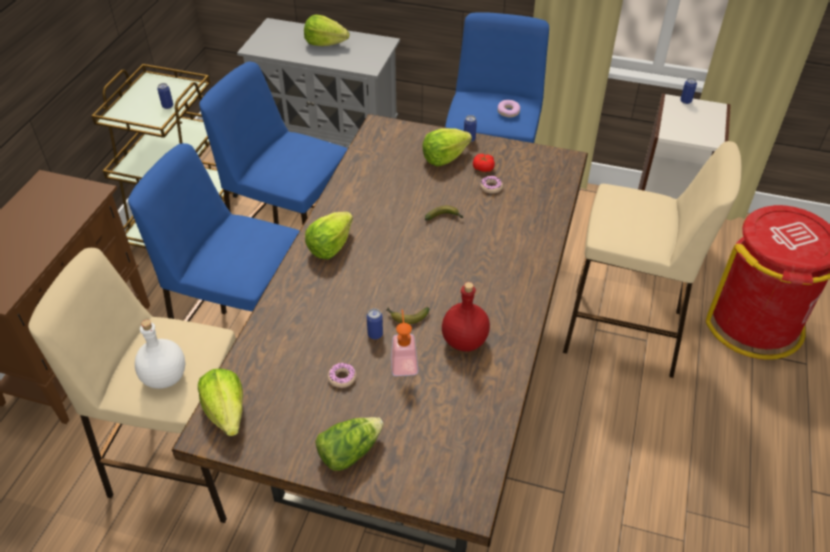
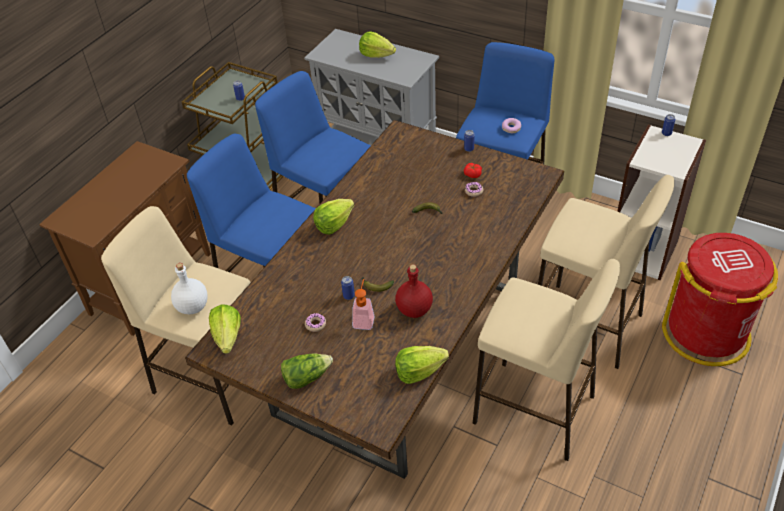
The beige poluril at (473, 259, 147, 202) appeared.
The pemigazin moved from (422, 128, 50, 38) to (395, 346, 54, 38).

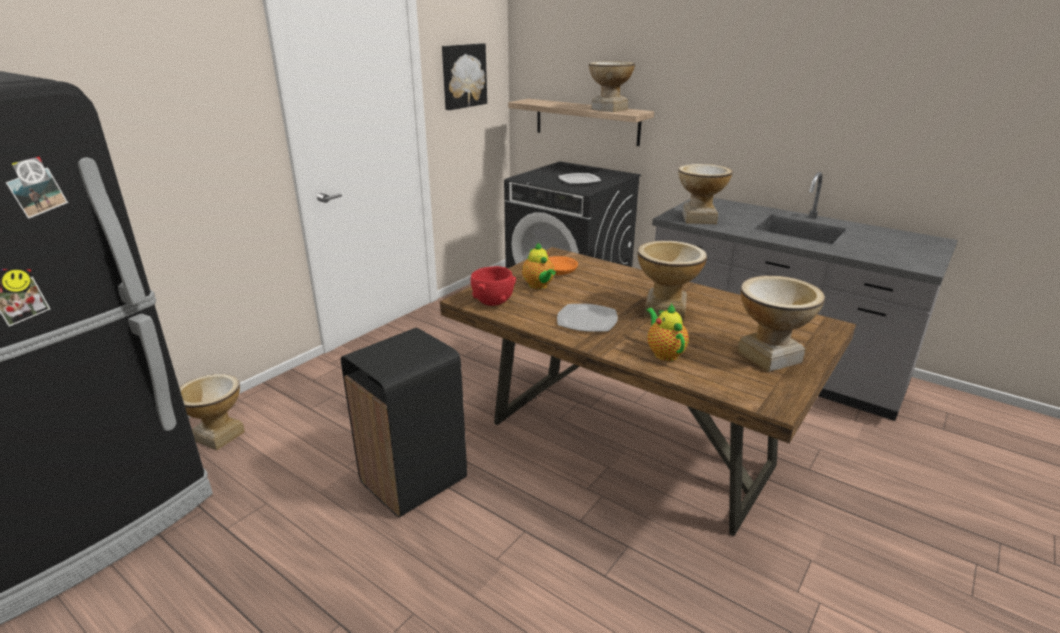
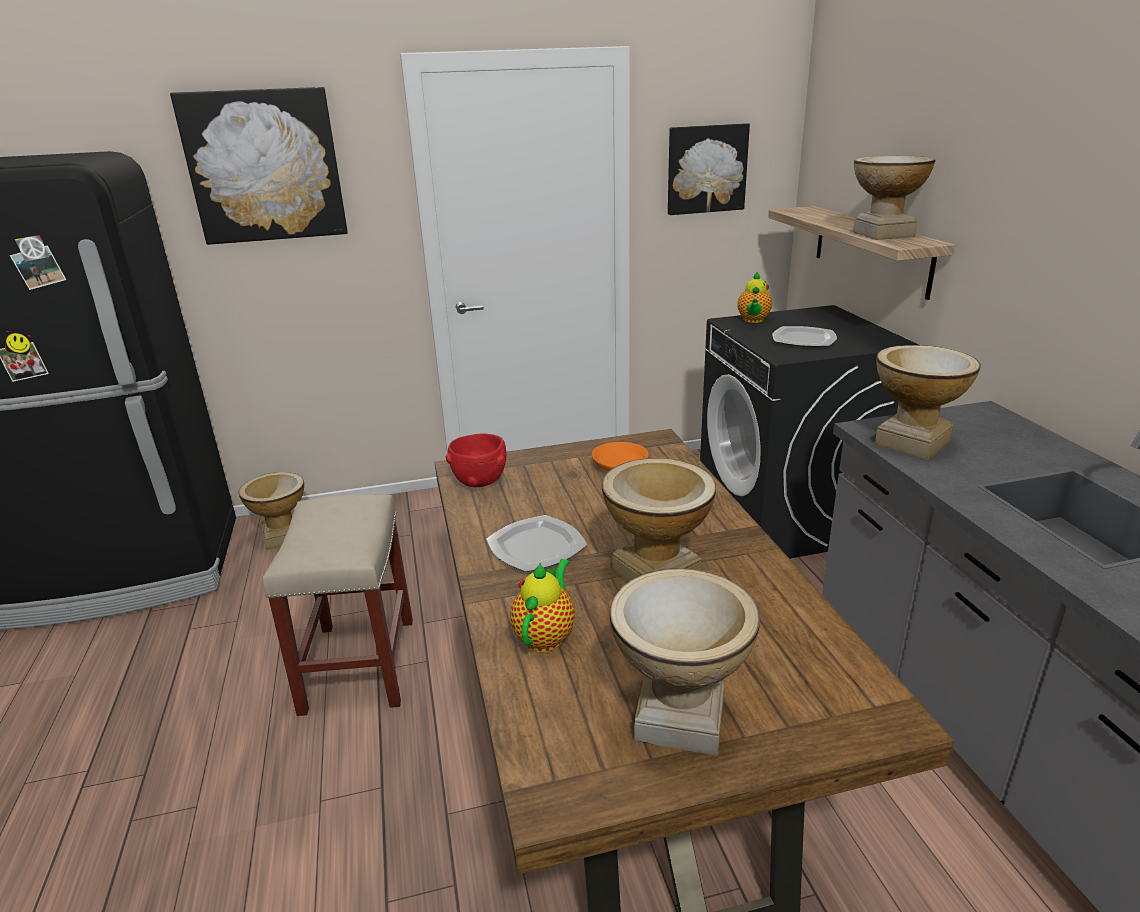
The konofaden at (170, 87, 178, 158) appeared.
The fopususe moved from (522, 243, 34, 46) to (737, 272, 35, 51).
The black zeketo at (341, 328, 126, 189) was replaced by the beige poluril at (263, 494, 150, 222).

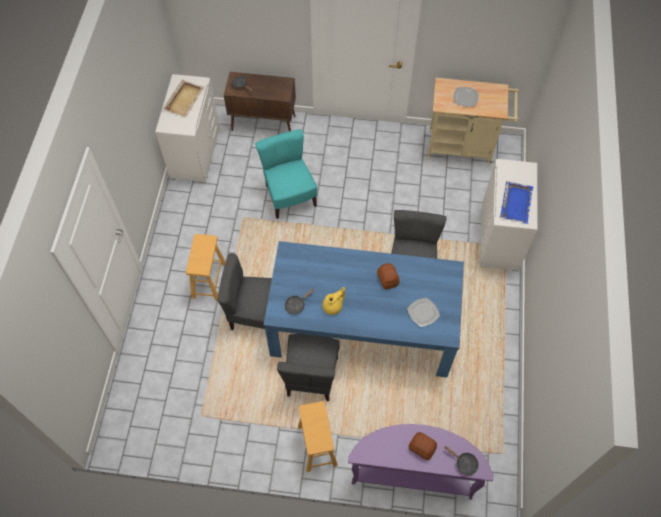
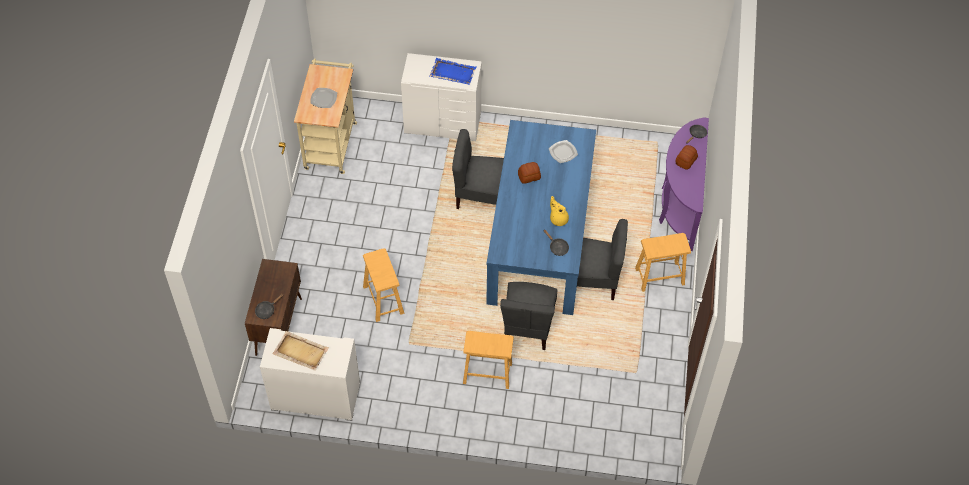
The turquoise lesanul at (255, 129, 62, 90) was replaced by the brown poluril at (363, 248, 41, 74).

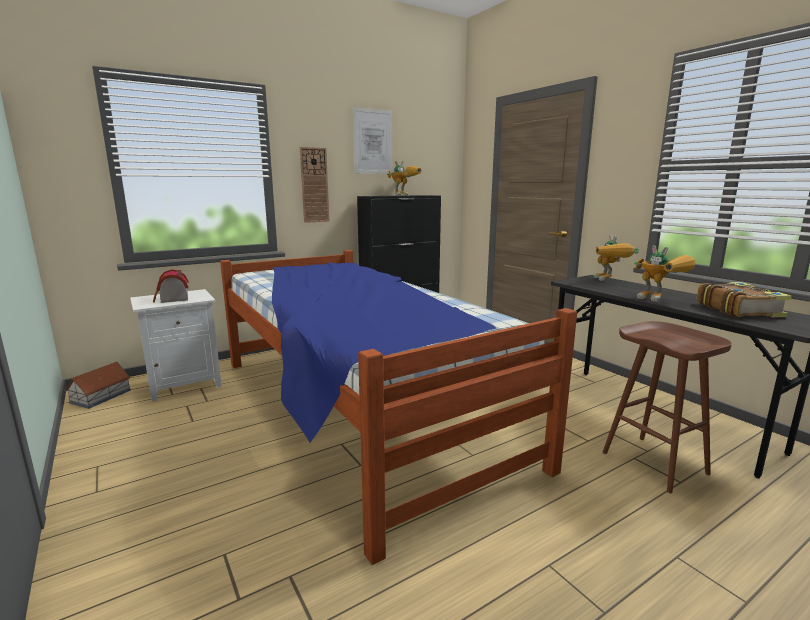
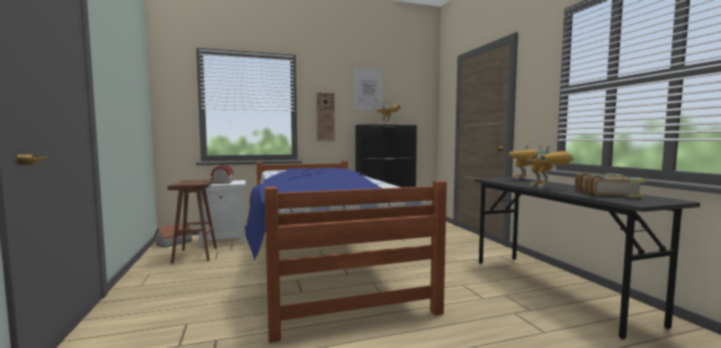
The brown poluril moved from (603, 321, 129, 172) to (167, 180, 50, 83).

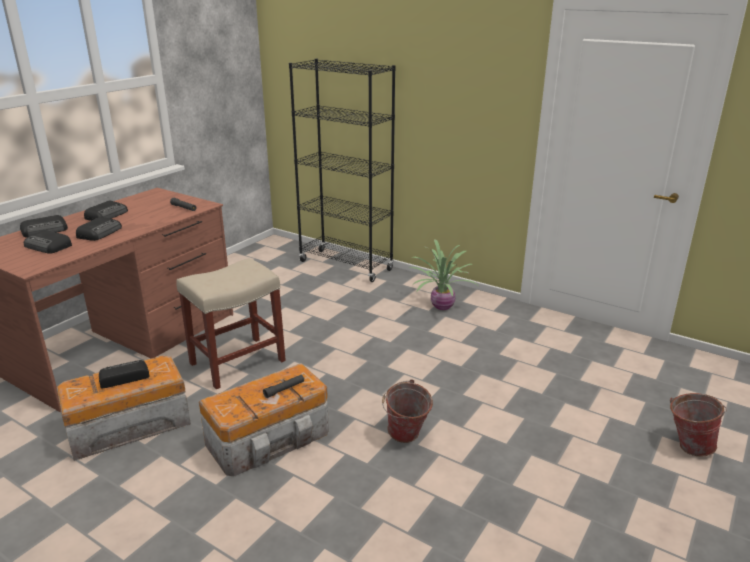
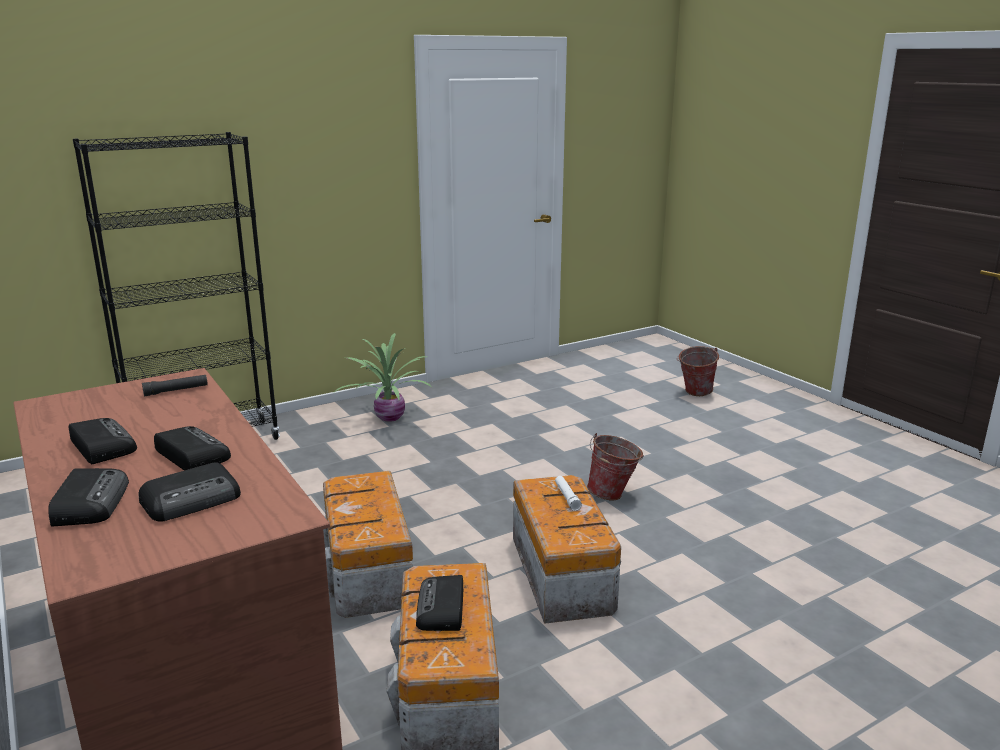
The beige poluril at (176, 258, 110, 131) was replaced by the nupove at (323, 471, 90, 147).
The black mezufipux at (263, 375, 41, 23) became the white mezufipux at (555, 476, 27, 35).

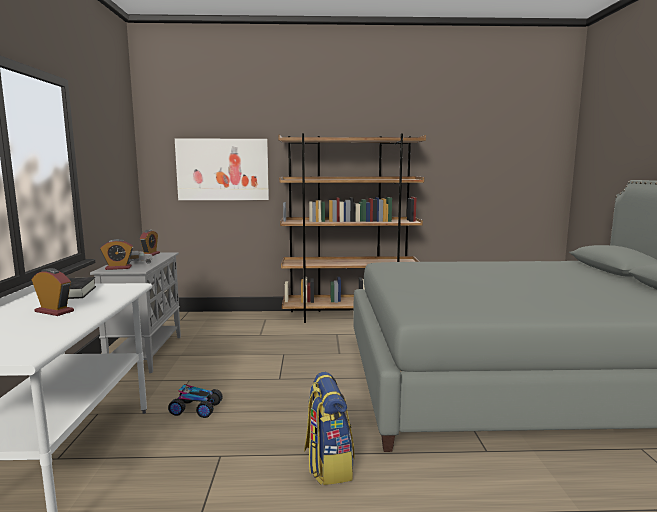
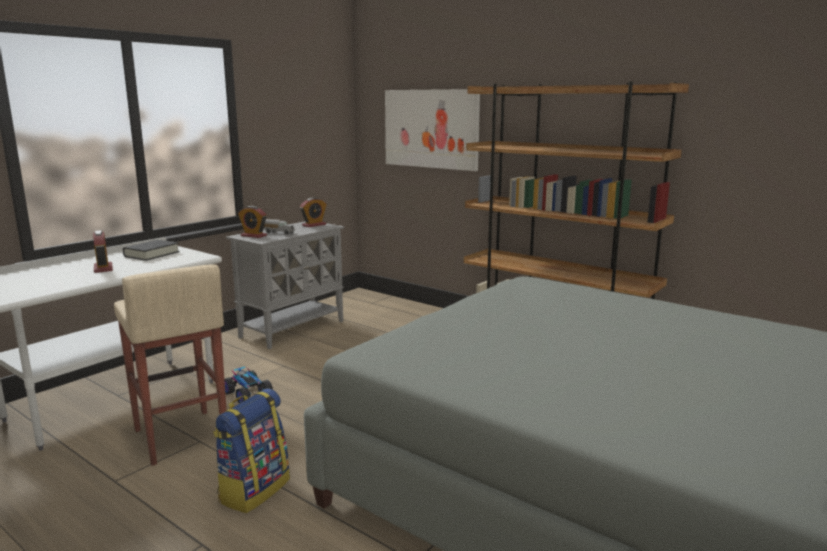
The beige poluril at (114, 264, 113, 202) appeared.

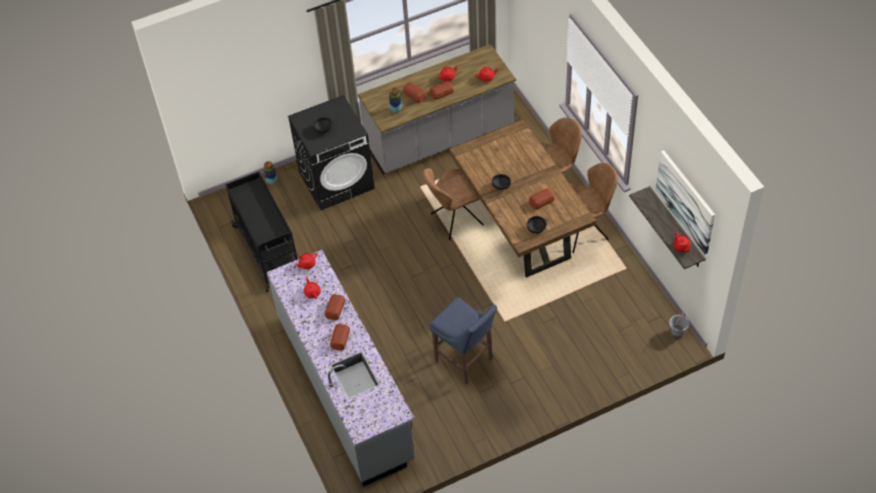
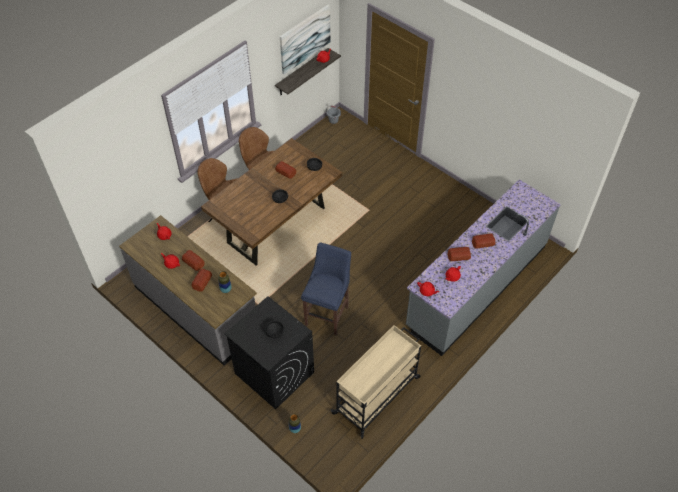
The brown lesanul at (422, 168, 62, 72) disappeared.
The blue poluril moved from (430, 297, 67, 88) to (301, 242, 50, 93).
The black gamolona at (225, 172, 73, 120) became the beige gamolona at (331, 325, 90, 114).

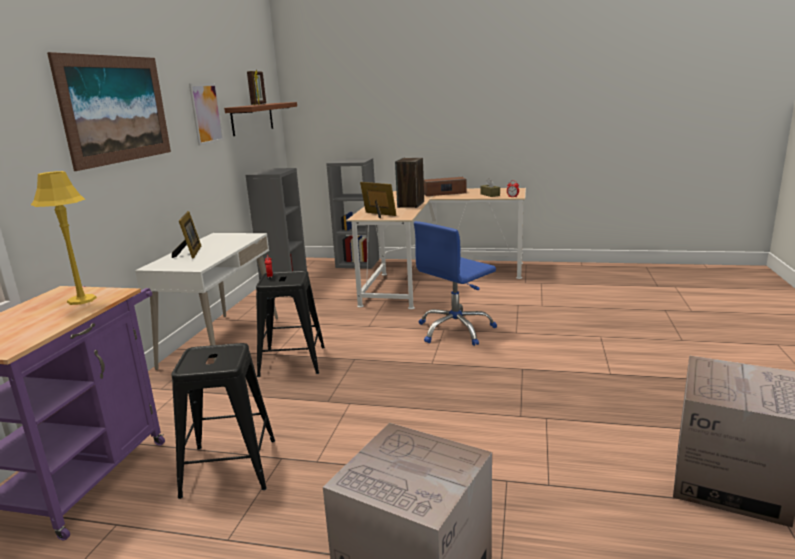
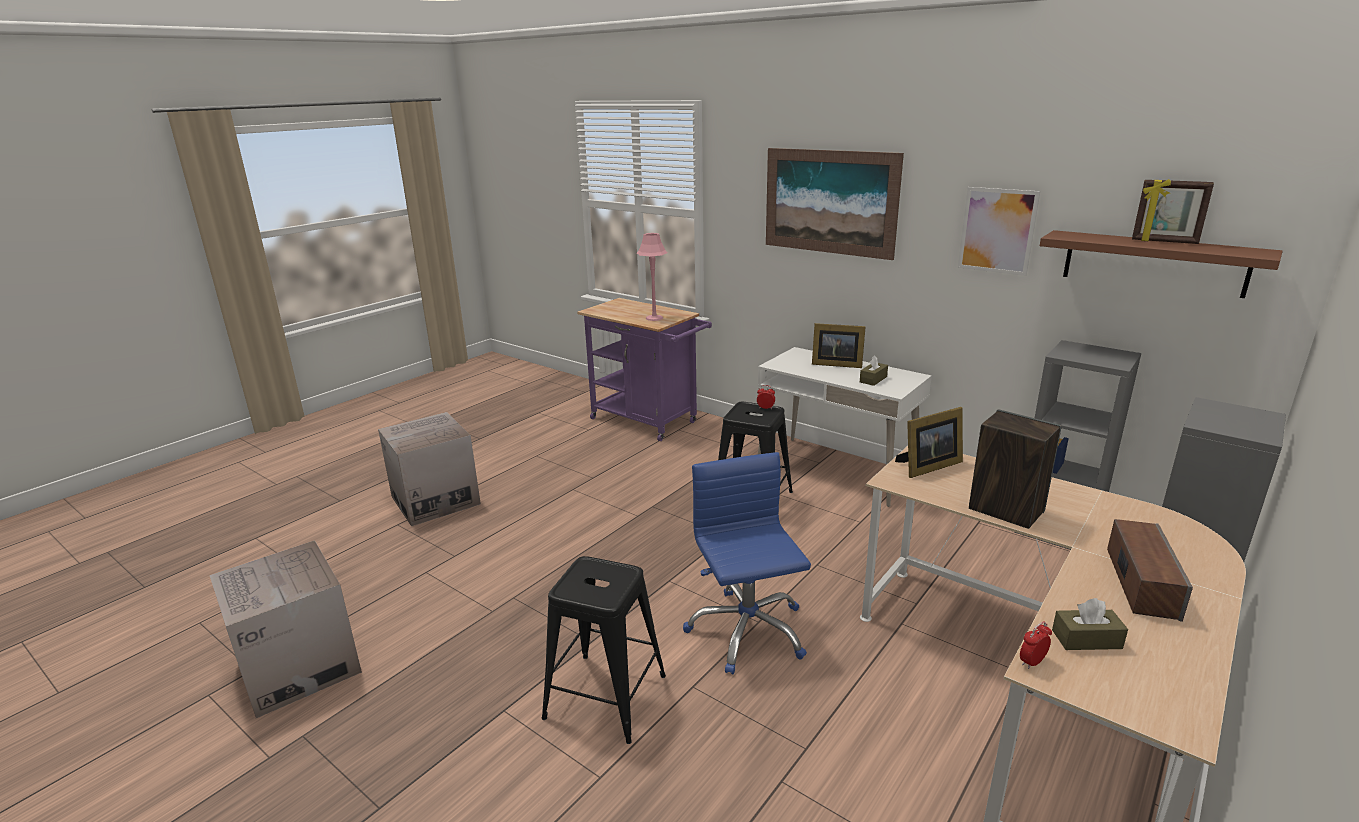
The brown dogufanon at (860, 355, 28, 31) appeared.
The black poluril moved from (172, 343, 103, 156) to (542, 556, 124, 188).
The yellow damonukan at (31, 171, 66, 134) became the pink damonukan at (637, 233, 30, 88).

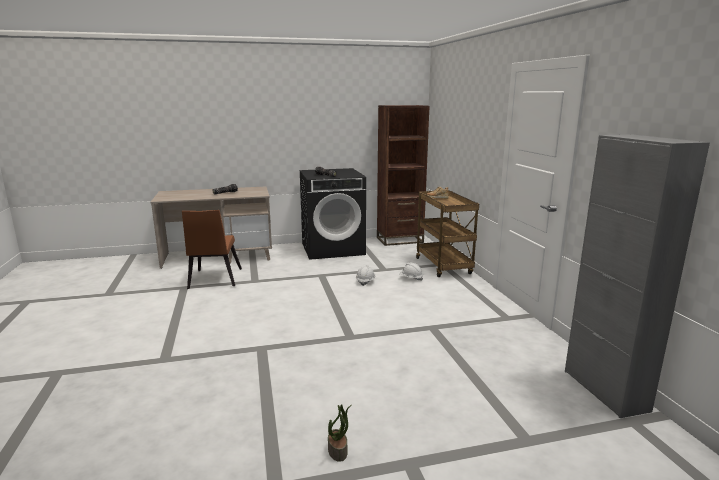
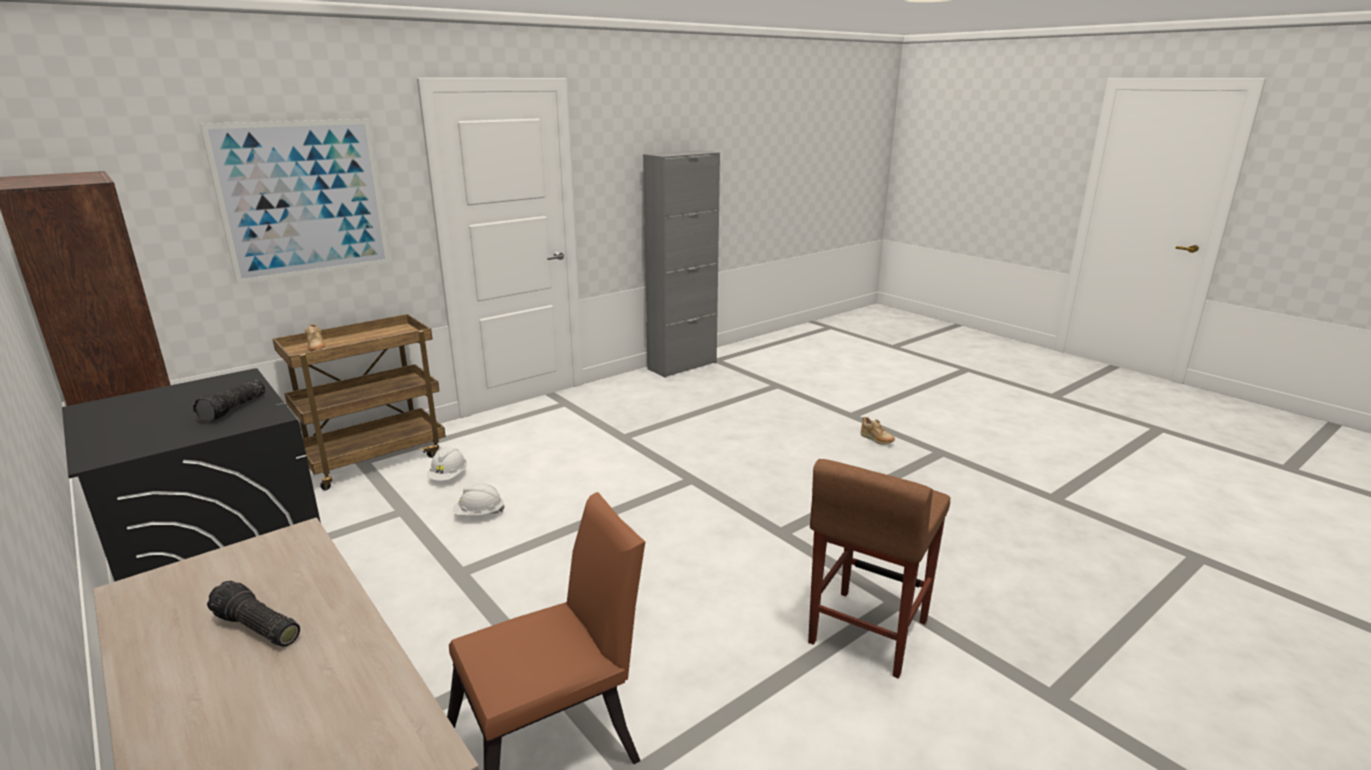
The konofaden at (200, 119, 190, 166) appeared.
The brown poluril at (808, 459, 142, 220) appeared.
The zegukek at (328, 404, 23, 58) was replaced by the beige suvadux at (861, 417, 34, 28).

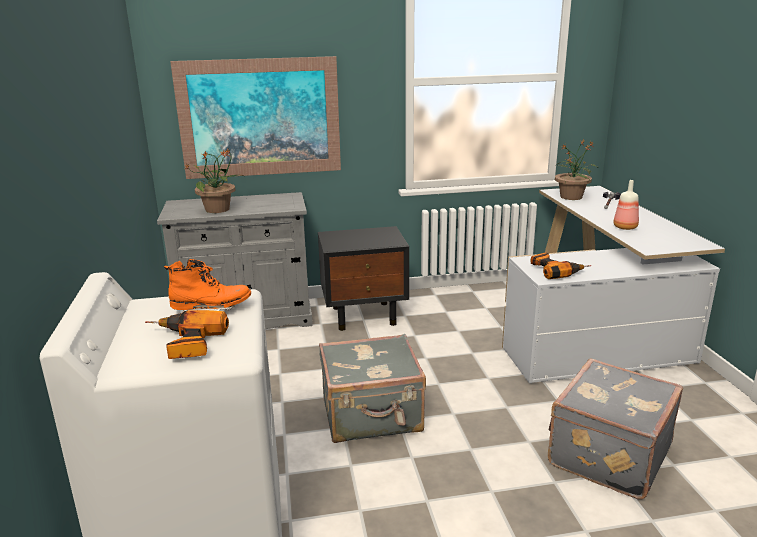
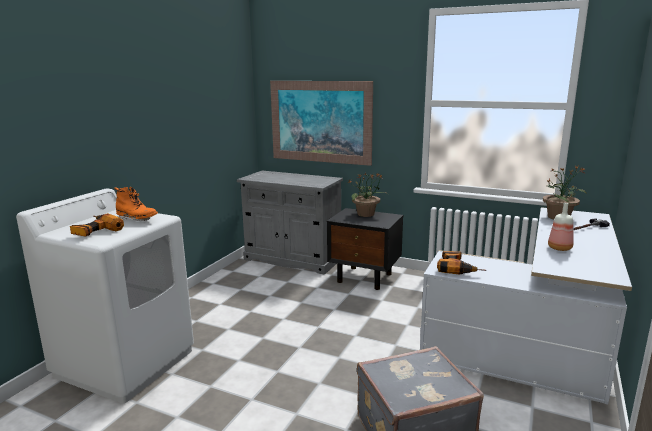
The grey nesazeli at (319, 334, 107, 109) disappeared.
The zegukek moved from (184, 149, 60, 64) to (348, 173, 40, 44).

